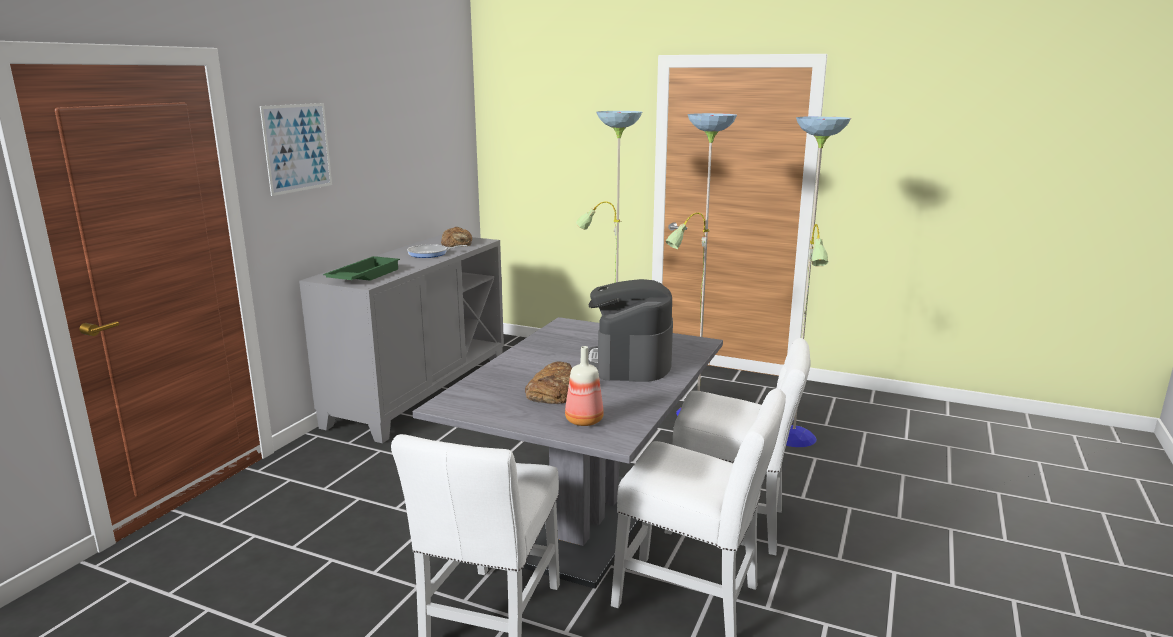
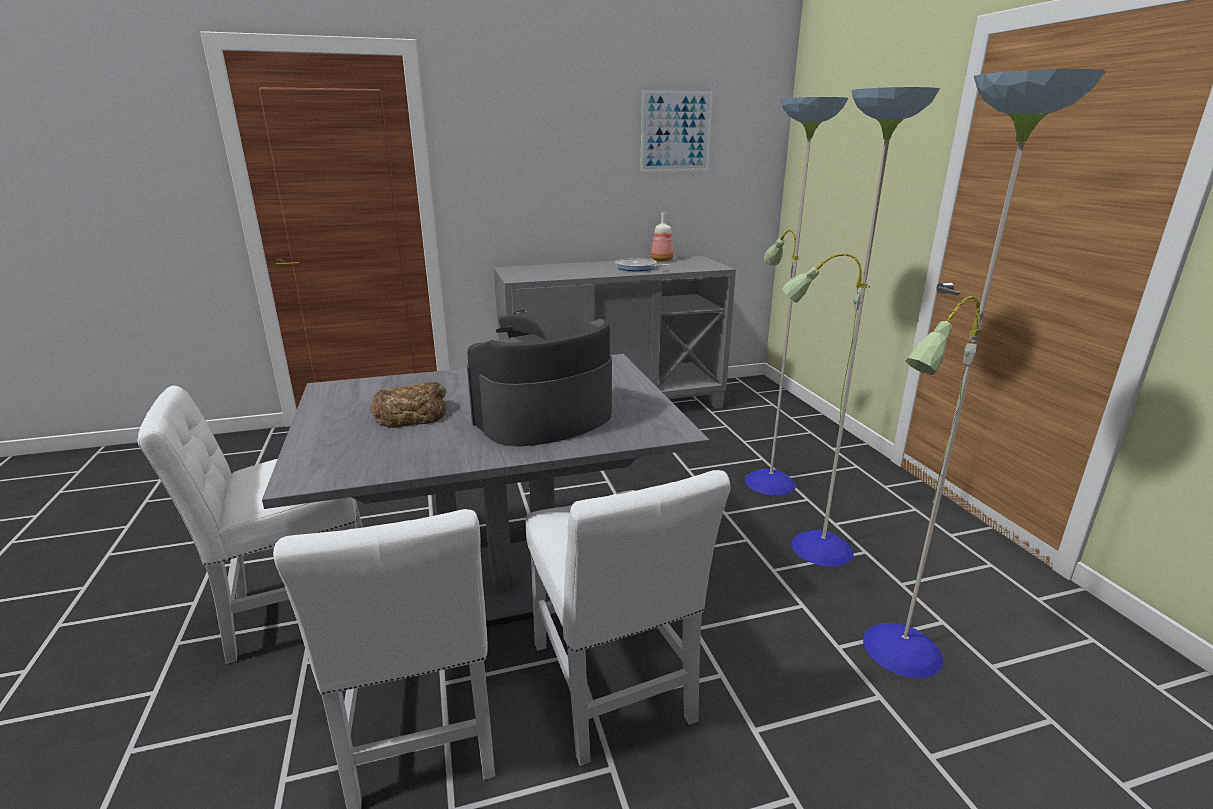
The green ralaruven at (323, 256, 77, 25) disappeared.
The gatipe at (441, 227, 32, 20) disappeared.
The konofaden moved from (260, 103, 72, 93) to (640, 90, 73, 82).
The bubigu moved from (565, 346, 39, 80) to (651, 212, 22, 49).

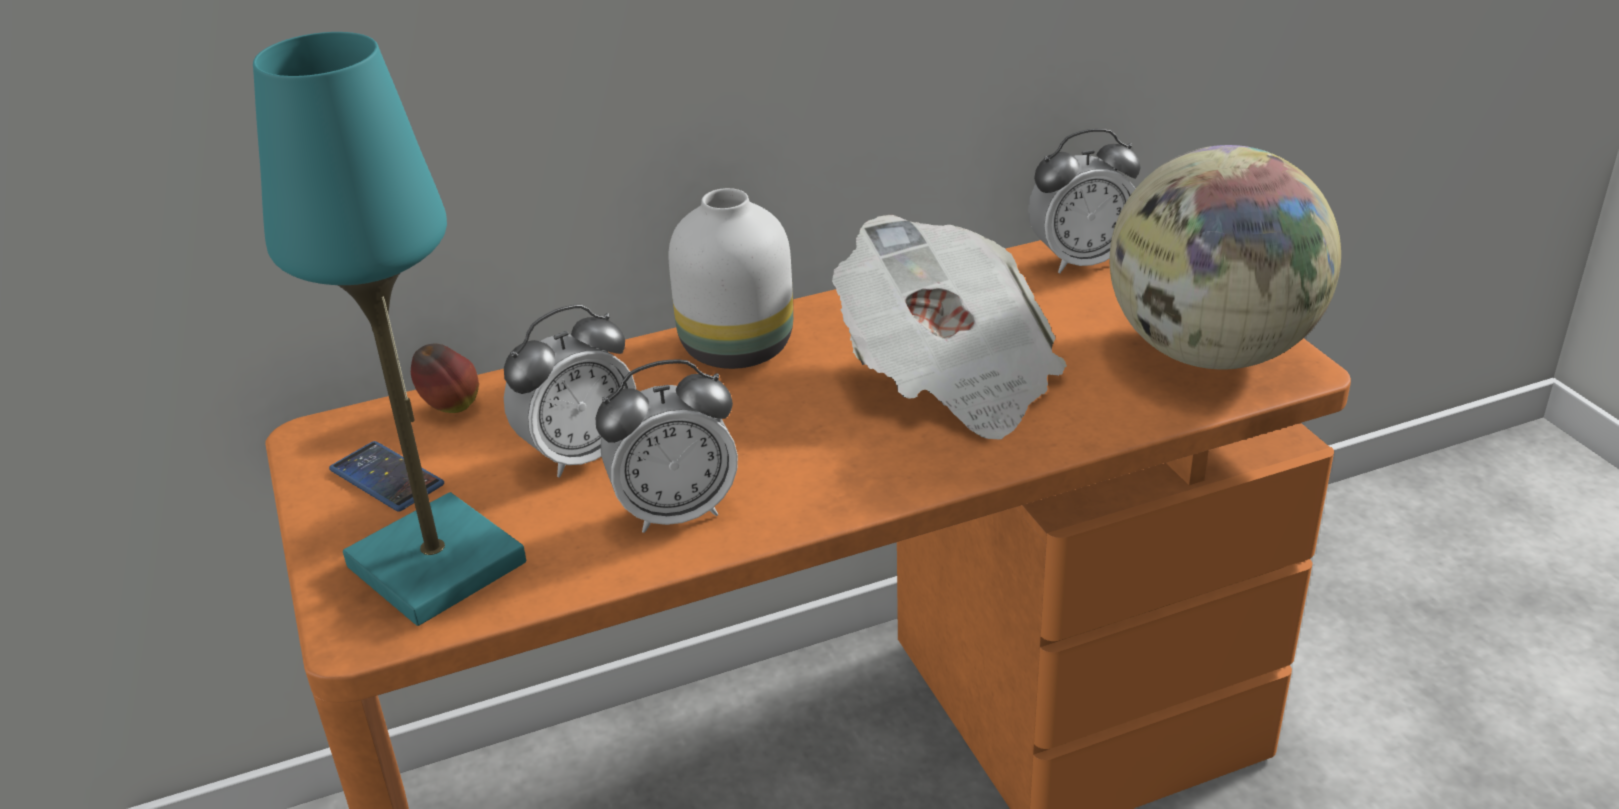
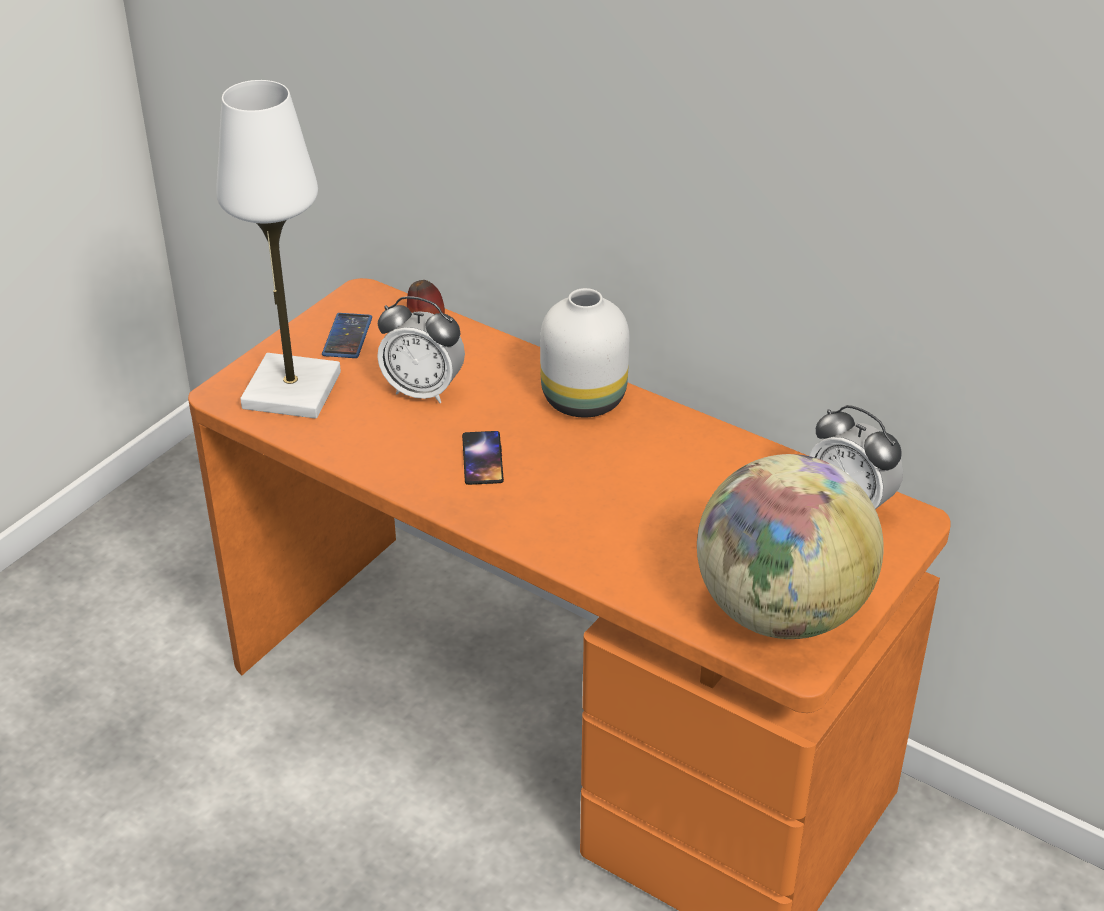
The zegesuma at (595, 359, 143, 174) disappeared.
The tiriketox at (832, 215, 235, 225) disappeared.
The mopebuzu at (462, 431, 42, 54) appeared.
The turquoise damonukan at (253, 32, 273, 594) became the white damonukan at (216, 80, 125, 339).

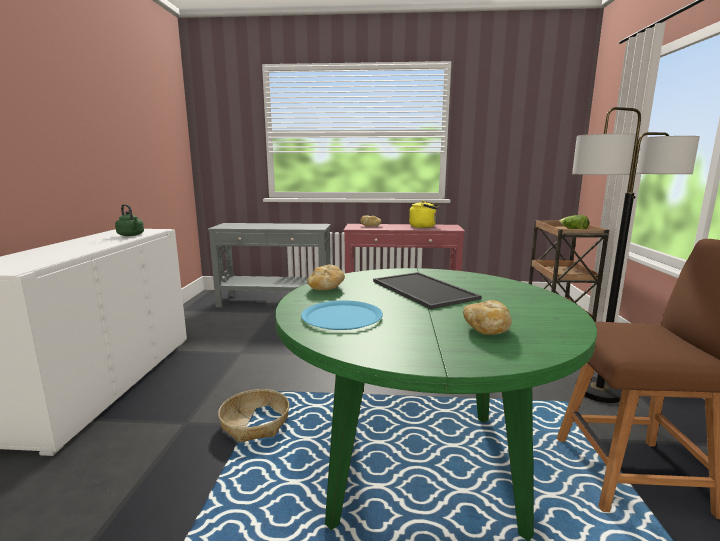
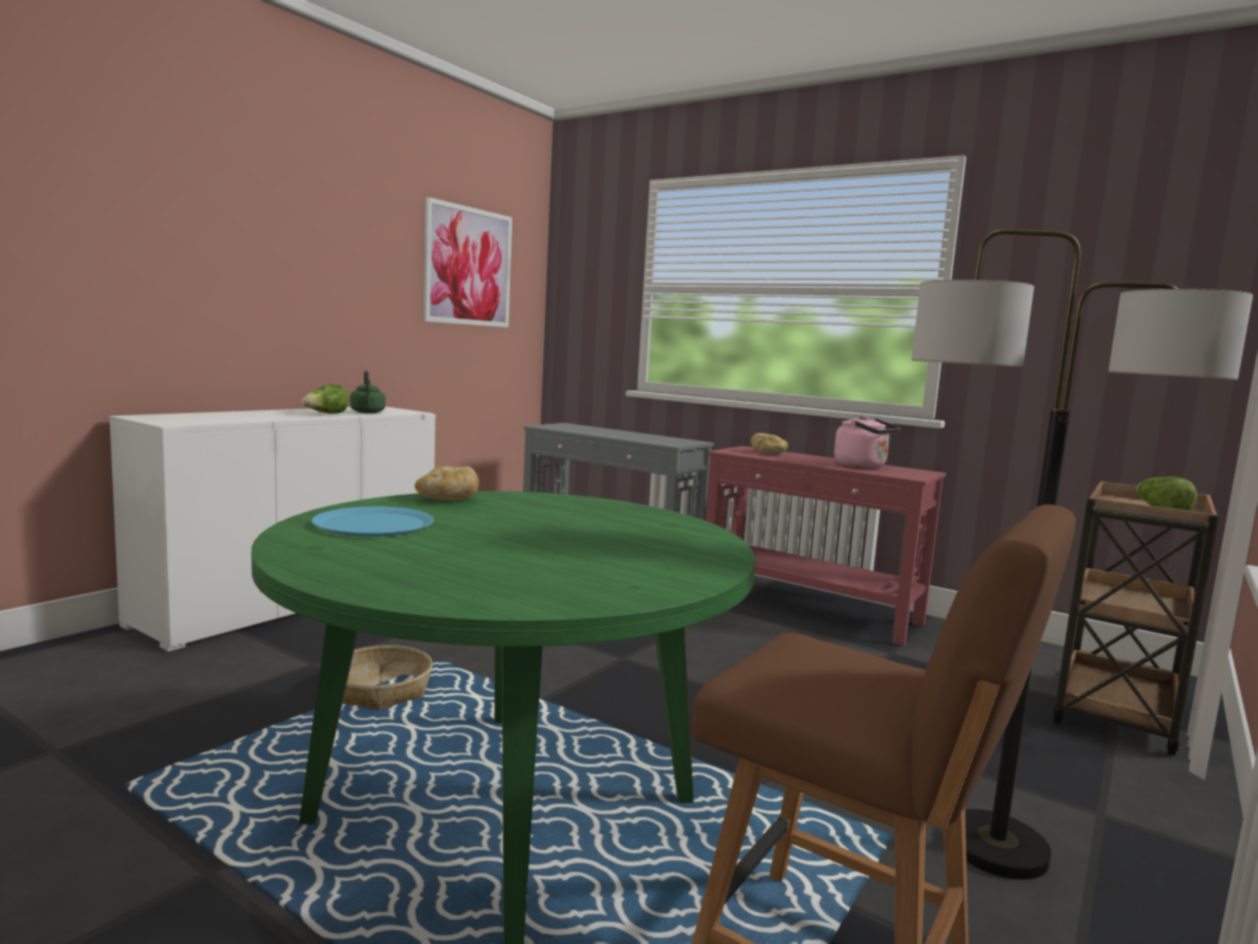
The ralaruven at (373, 272, 109, 37) disappeared.
The gatipe at (463, 300, 49, 35) disappeared.
The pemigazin at (302, 384, 47, 30) appeared.
The konofaden at (424, 197, 88, 131) appeared.
The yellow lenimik at (409, 201, 30, 27) became the pink lenimik at (834, 416, 67, 52).

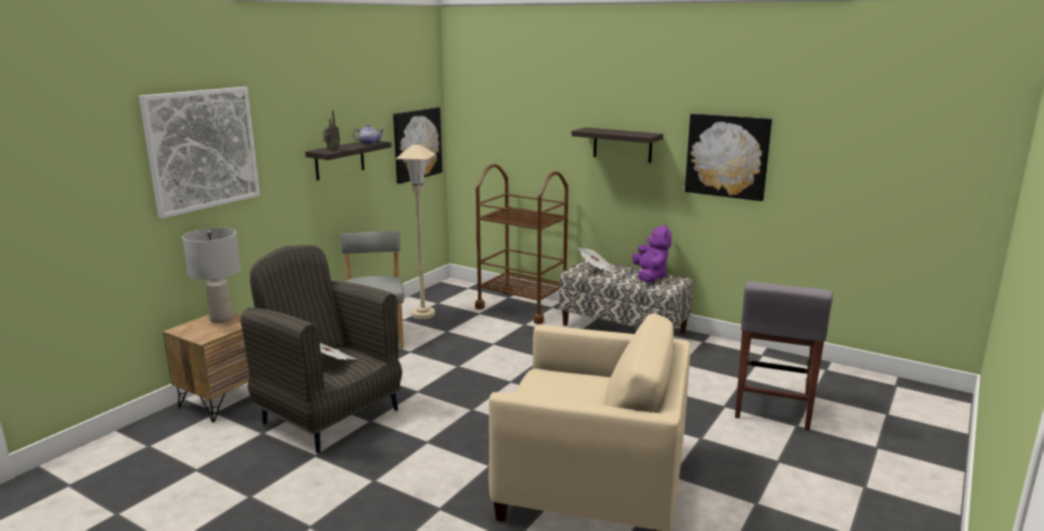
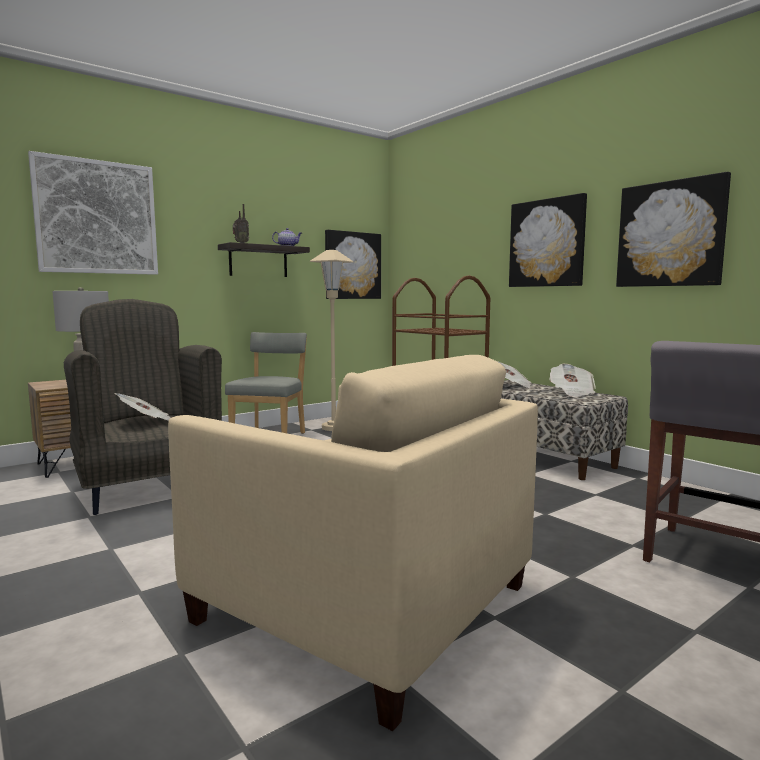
The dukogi at (571, 127, 92, 36) was replaced by the konofaden at (509, 193, 78, 94).
The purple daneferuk at (632, 224, 40, 59) was replaced by the tiriketox at (549, 364, 47, 33).

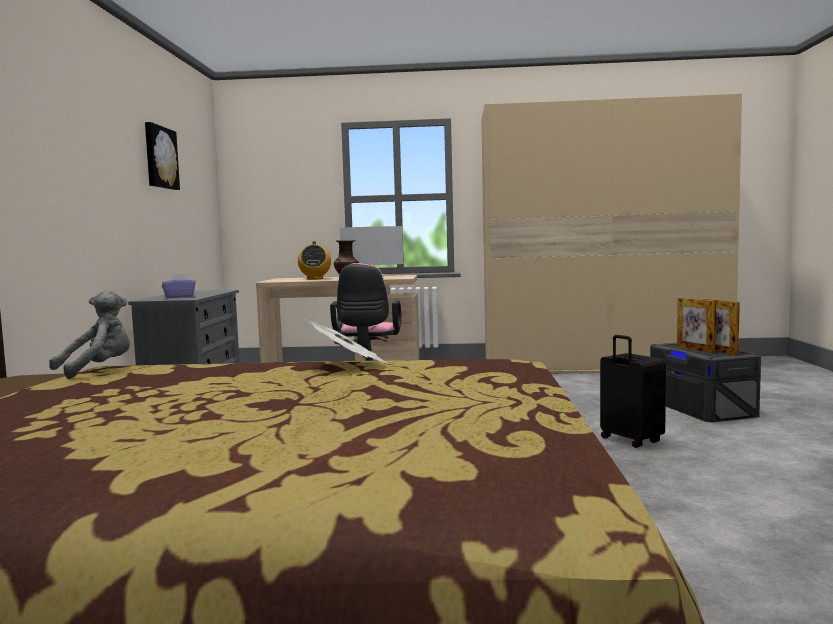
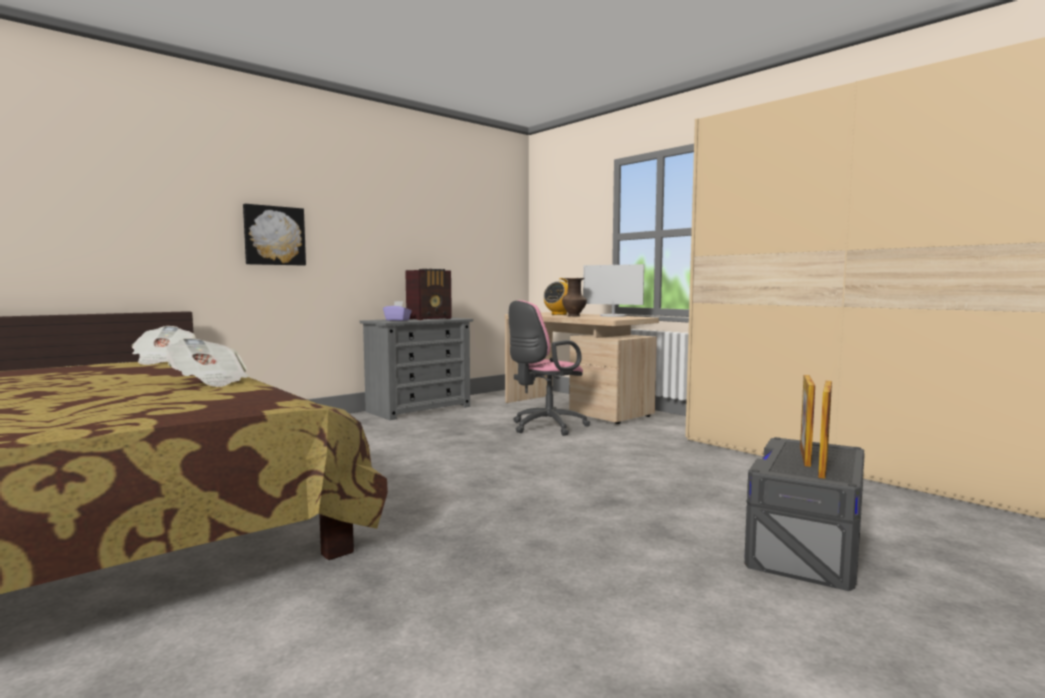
The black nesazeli at (600, 335, 66, 113) disappeared.
The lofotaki at (405, 269, 47, 51) appeared.
The konofaden moved from (145, 122, 35, 68) to (243, 204, 63, 62).
The grey daneferuk at (49, 289, 81, 90) was replaced by the tiriketox at (132, 326, 64, 39).

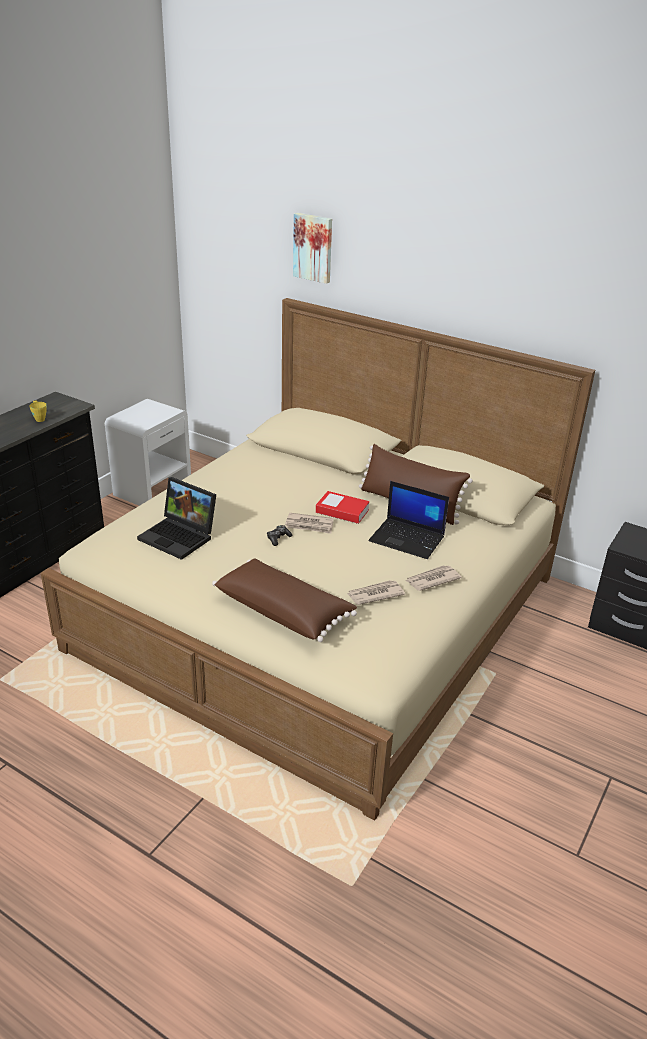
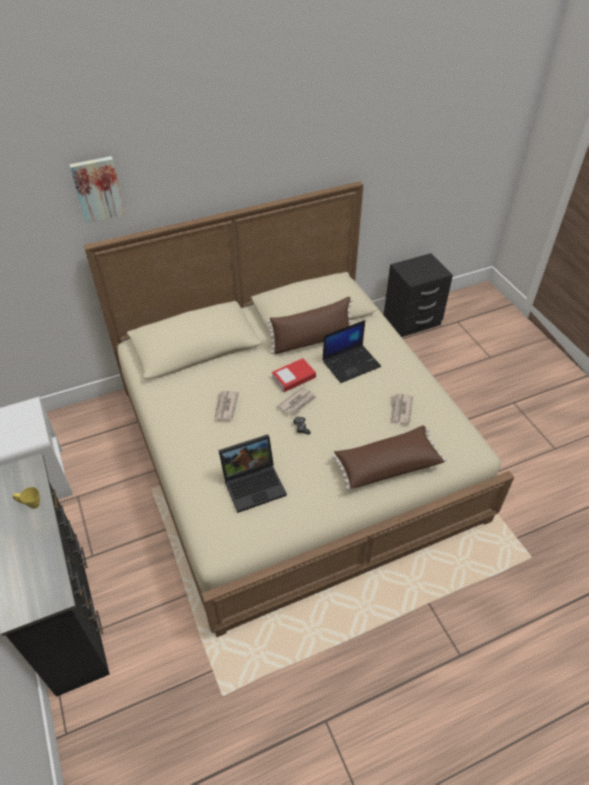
The tiriketox moved from (405, 565, 57, 26) to (214, 391, 25, 31).

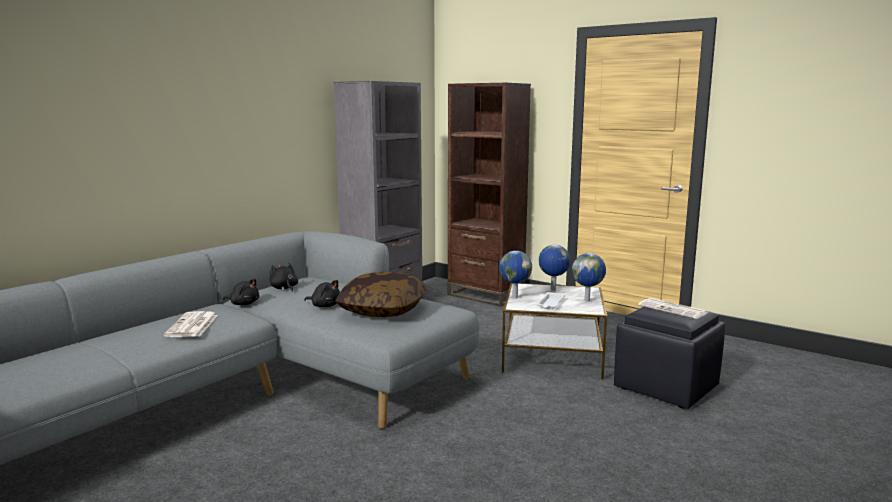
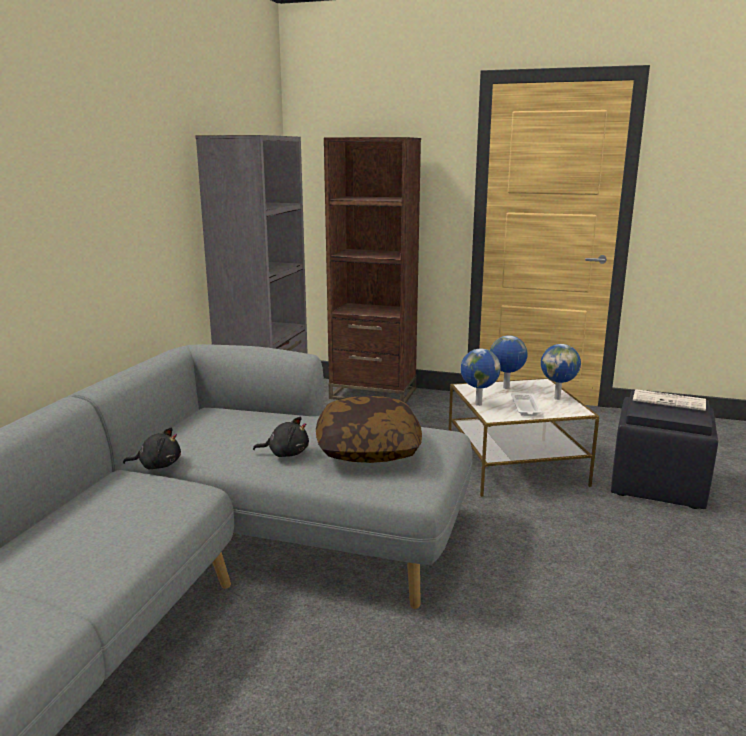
The tiriketox at (164, 311, 54, 26) disappeared.
The black daneferuk at (270, 263, 28, 29) disappeared.

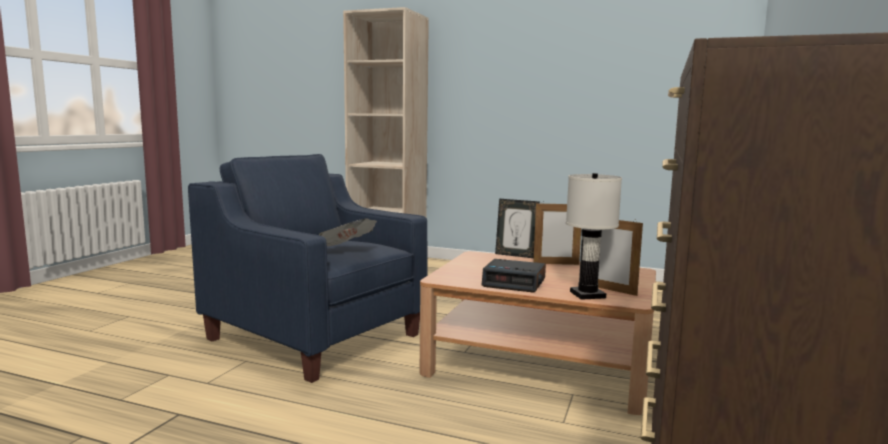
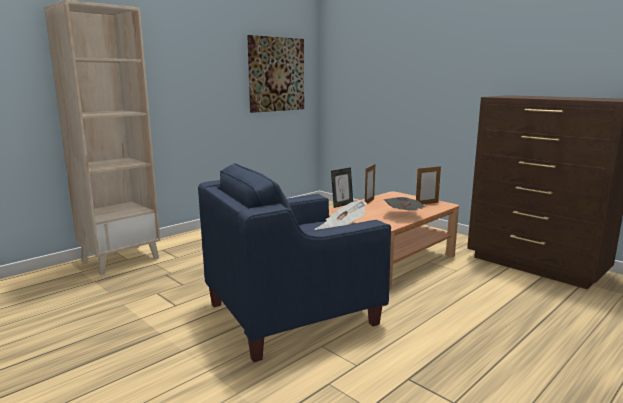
The white damonukan at (566, 173, 56, 127) disappeared.
The konofaden at (247, 35, 57, 78) appeared.
The zegesuma at (482, 259, 64, 34) was replaced by the tiriketox at (384, 197, 41, 14).

